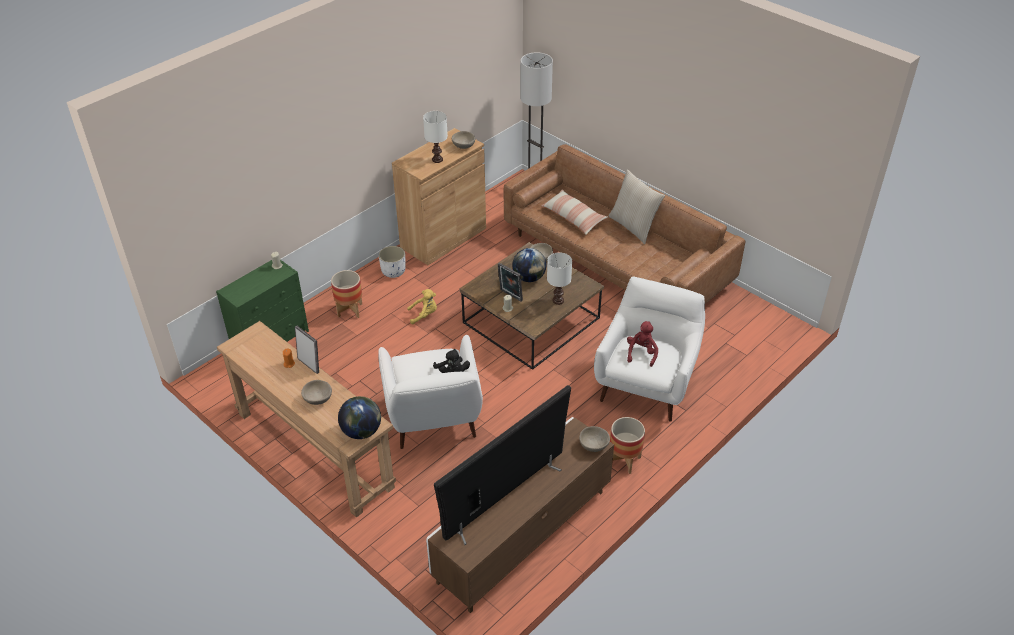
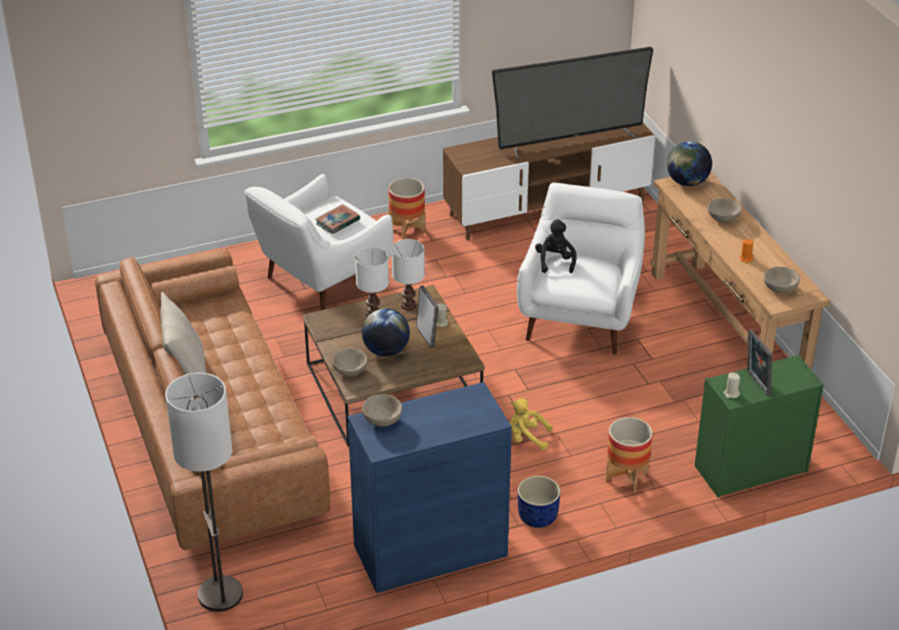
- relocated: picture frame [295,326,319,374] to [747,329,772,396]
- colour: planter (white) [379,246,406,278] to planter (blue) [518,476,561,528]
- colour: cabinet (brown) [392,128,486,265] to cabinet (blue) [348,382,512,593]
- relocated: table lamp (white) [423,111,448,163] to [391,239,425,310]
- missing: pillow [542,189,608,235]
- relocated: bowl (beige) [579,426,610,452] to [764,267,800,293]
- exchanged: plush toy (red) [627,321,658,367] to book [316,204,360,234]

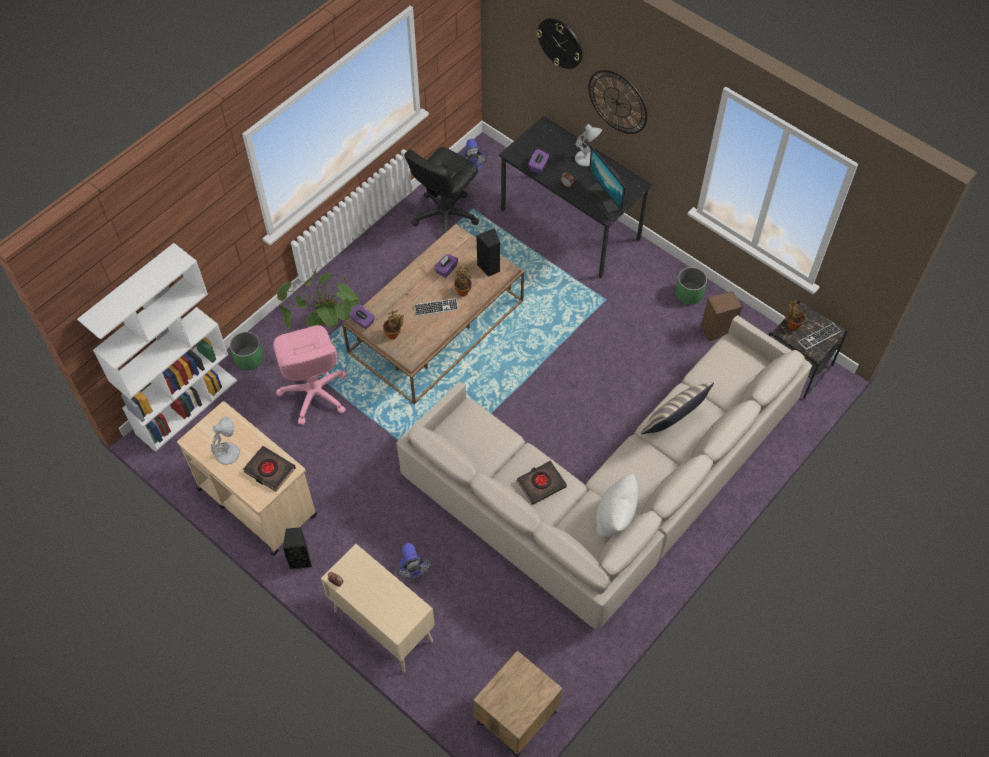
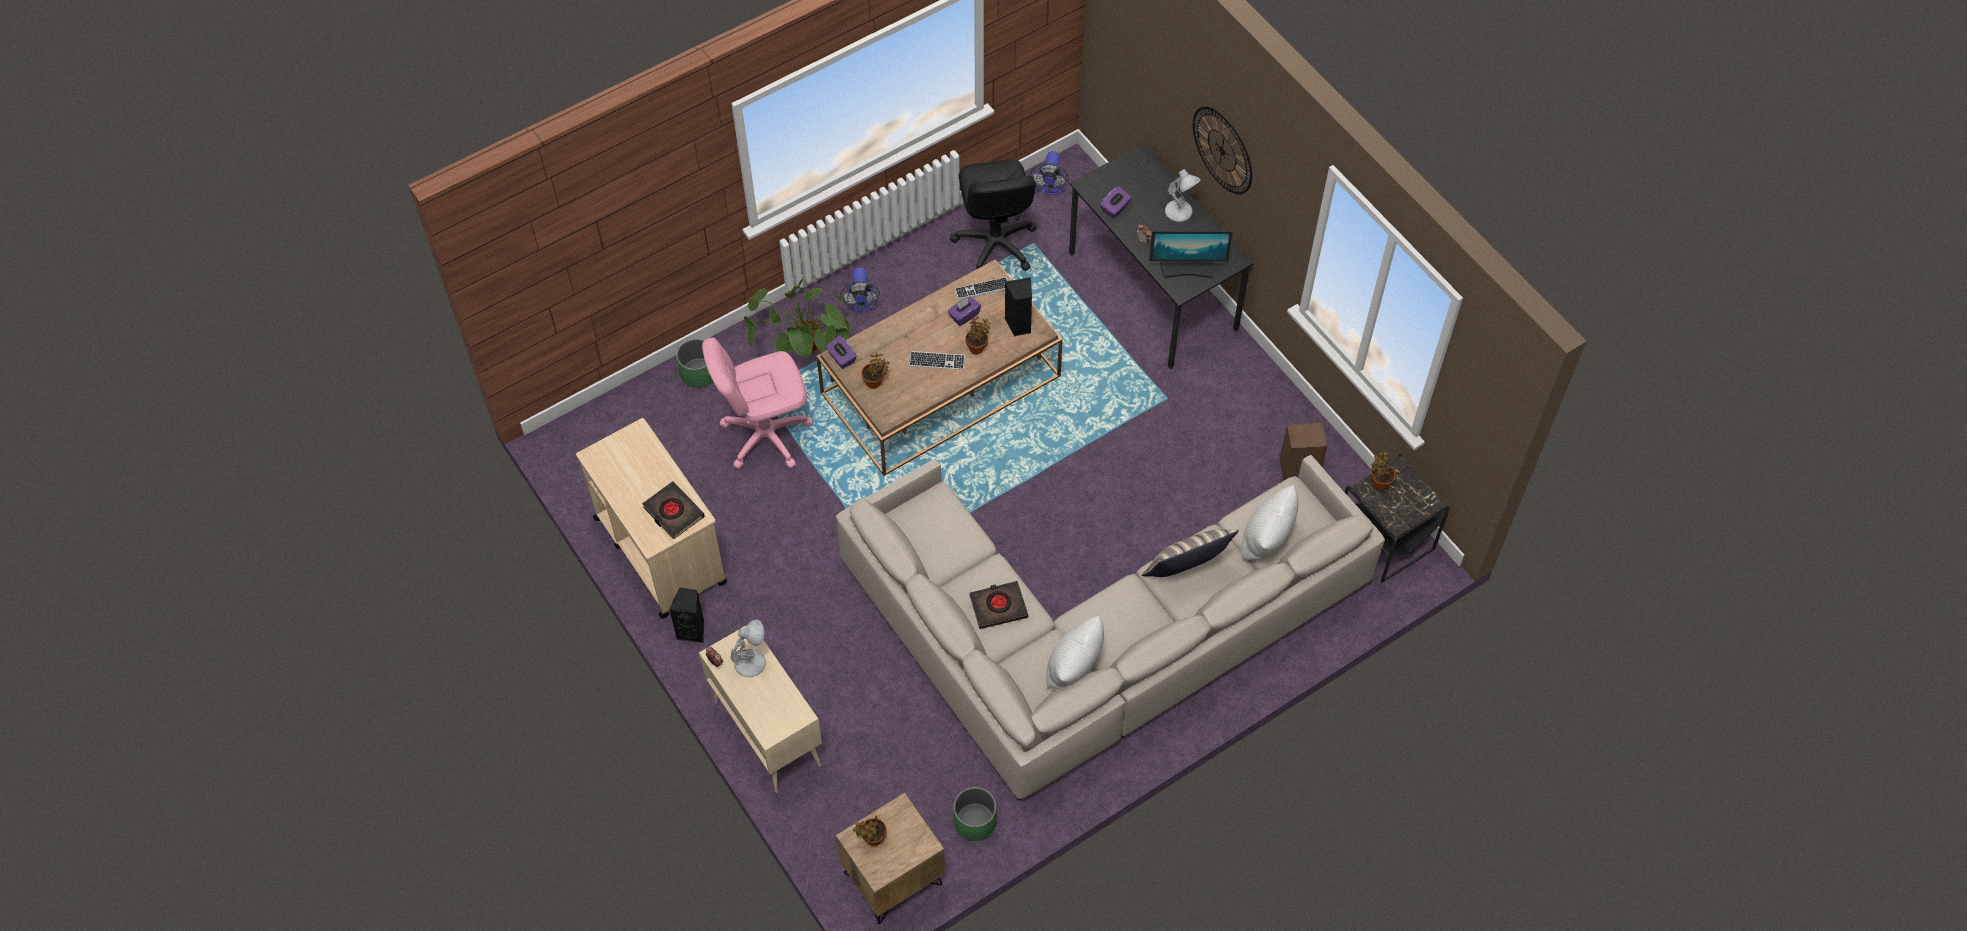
- missing: bookcase (white) [77,243,237,452]
- relocated: table lamp (white) [211,416,240,465] to [730,620,766,677]
- spun: office chair (pink) [273,325,347,425] = [702,338,813,469] 75 degrees clockwise
- relocated: fan [397,543,432,579] to [840,267,880,311]
- spun: office chair (black) [404,147,479,234] = [950,159,1037,271] 60 degrees counterclockwise
- missing: wall clock [537,18,582,69]
- spun: monitor [588,147,626,214] = [1149,231,1233,278] 75 degrees counterclockwise
- relocated: planter (green) [675,267,707,305] to [954,787,997,841]
- relocated: keyboard [798,323,841,350] to [954,277,1007,300]
- appeared: potted plant [853,815,887,846]
- appeared: pillow (white) [1241,485,1298,560]

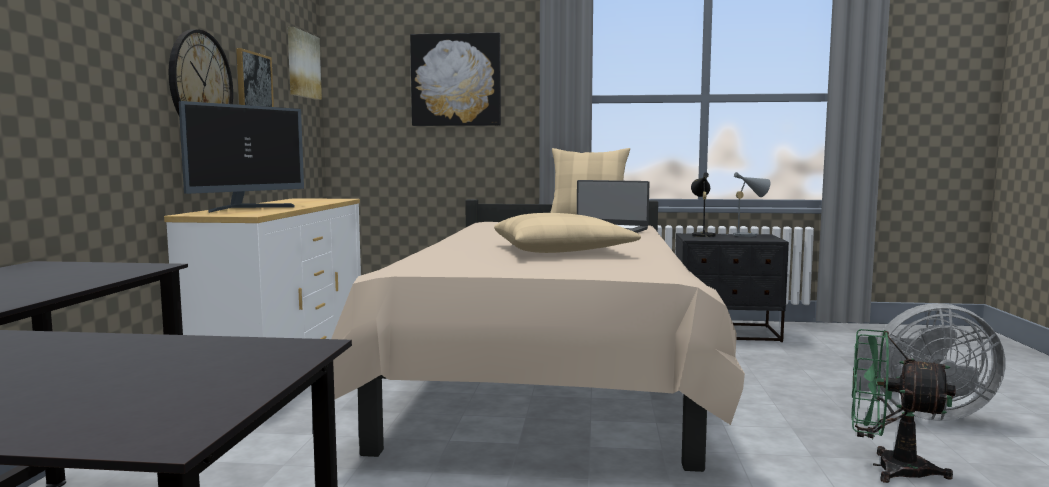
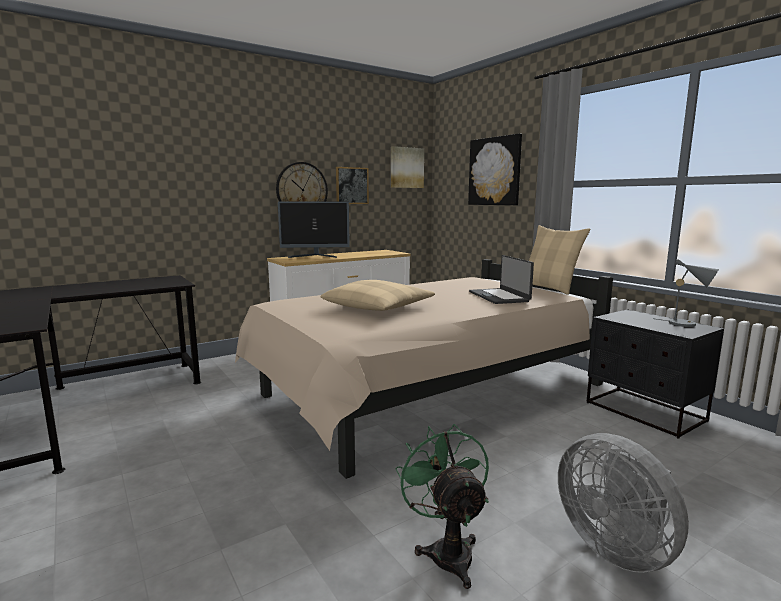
- missing: table lamp (black) [691,172,716,237]

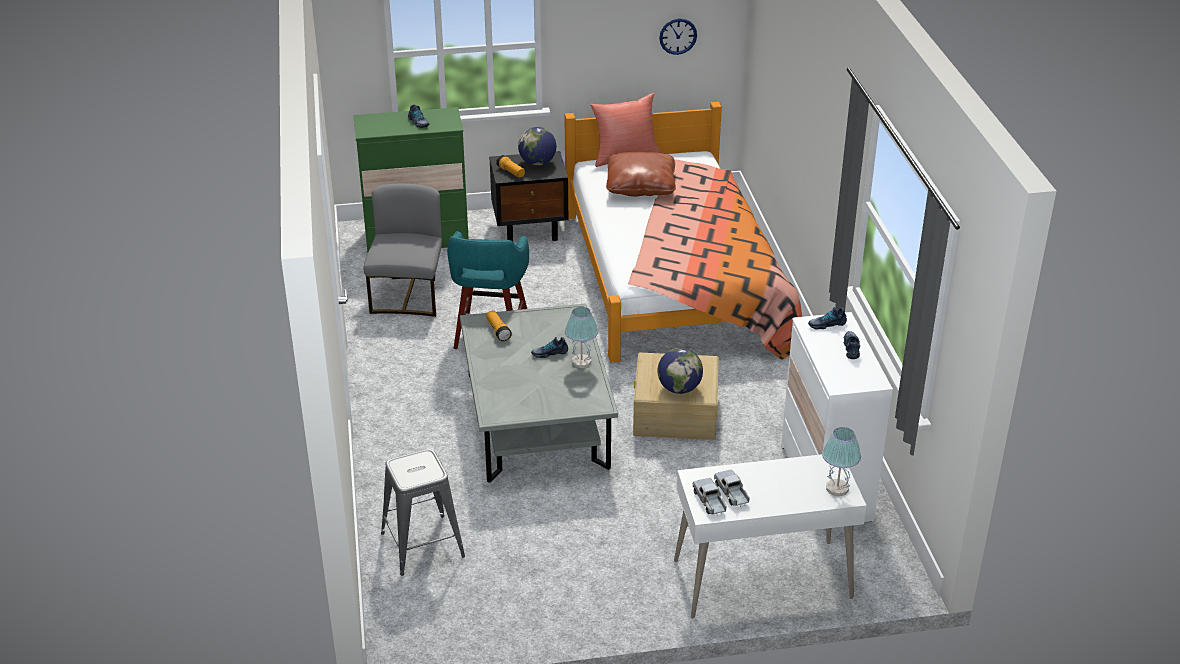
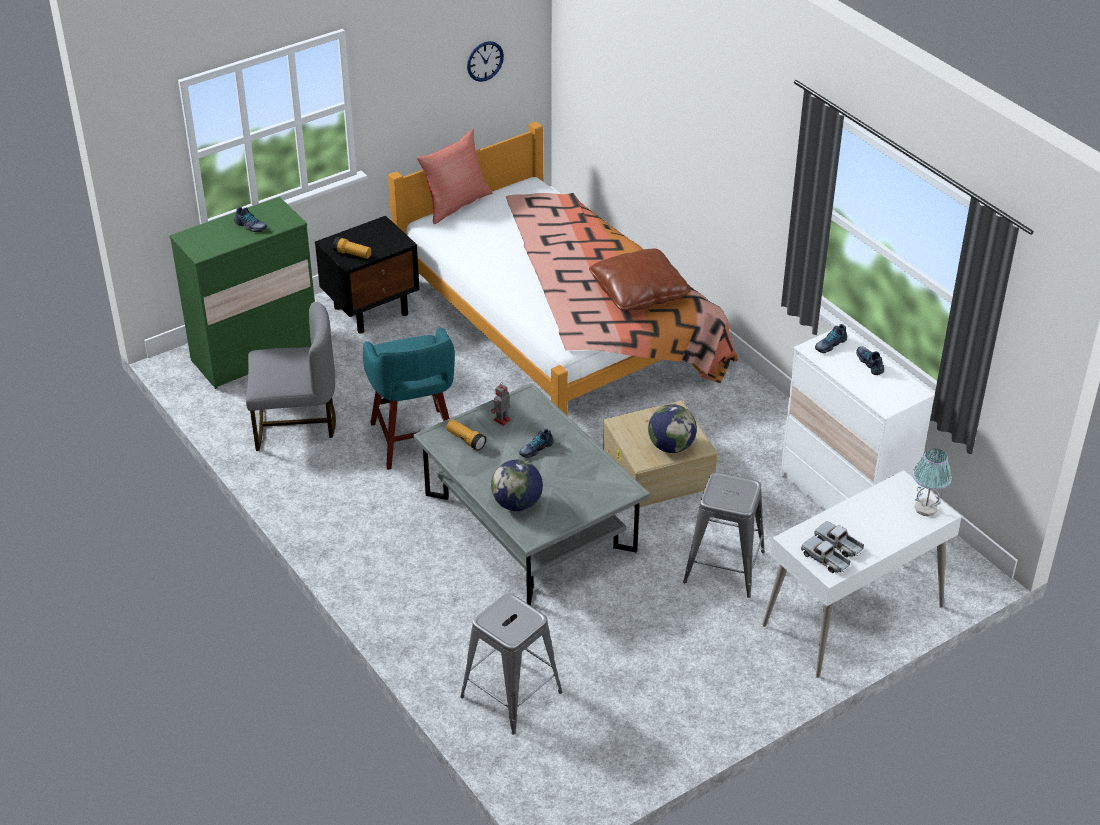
- spun: chair (grey) [363,183,442,317] = [246,302,336,451] 105 degrees clockwise
- relocated: globe [518,127,556,166] to [491,460,543,511]
- missing: table lamp [565,307,598,368]
- relocated: pillow (brown) [606,152,676,197] to [589,249,691,311]
- appeared: toy robot [491,382,511,426]
- appeared: stool (grey) [683,472,765,598]

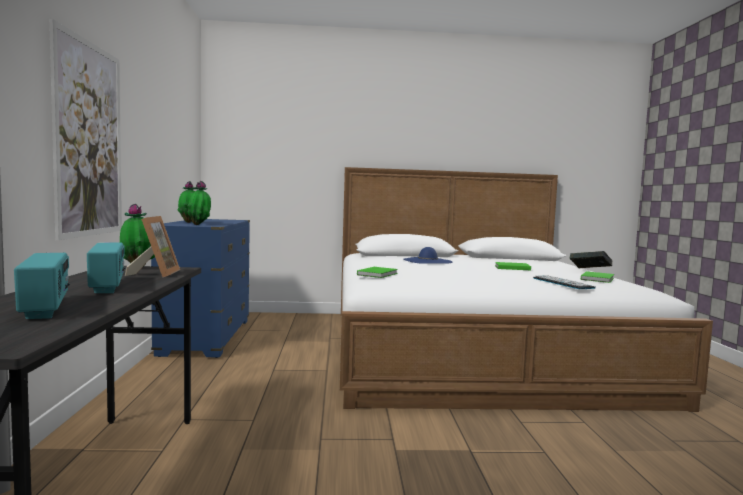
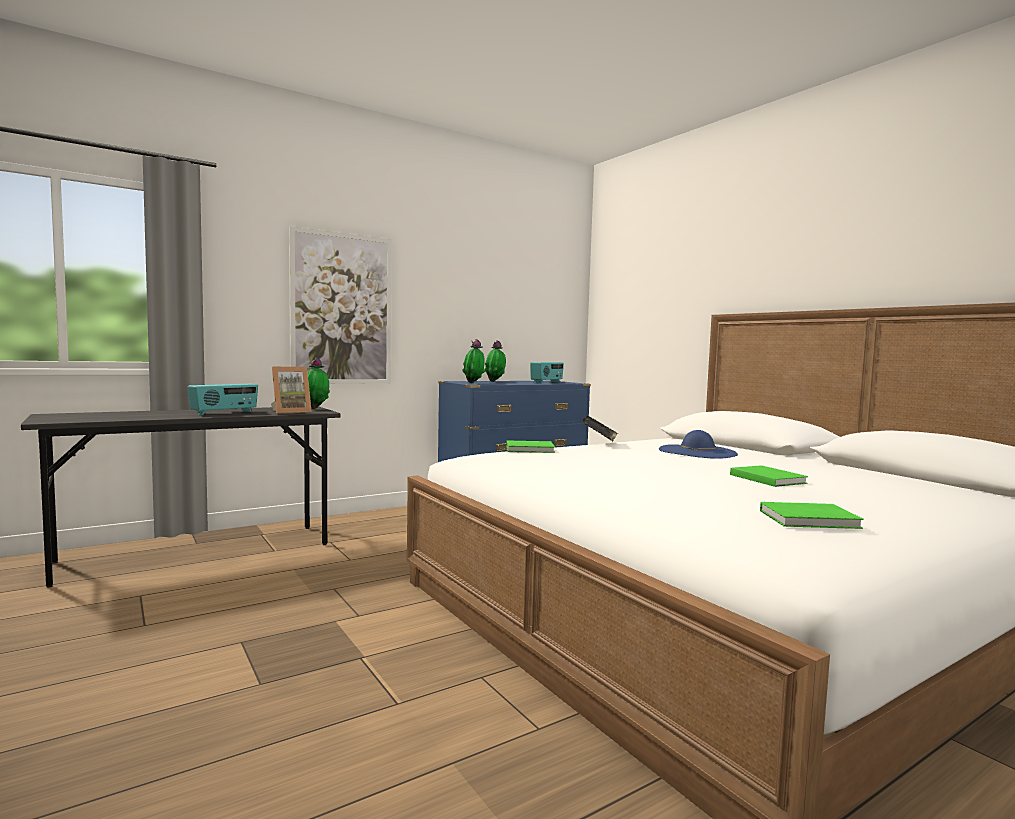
- relocated: radio [14,253,70,319] to [530,362,564,383]
- missing: keyboard [533,275,596,289]
- relocated: book [570,251,613,268] to [582,415,618,441]

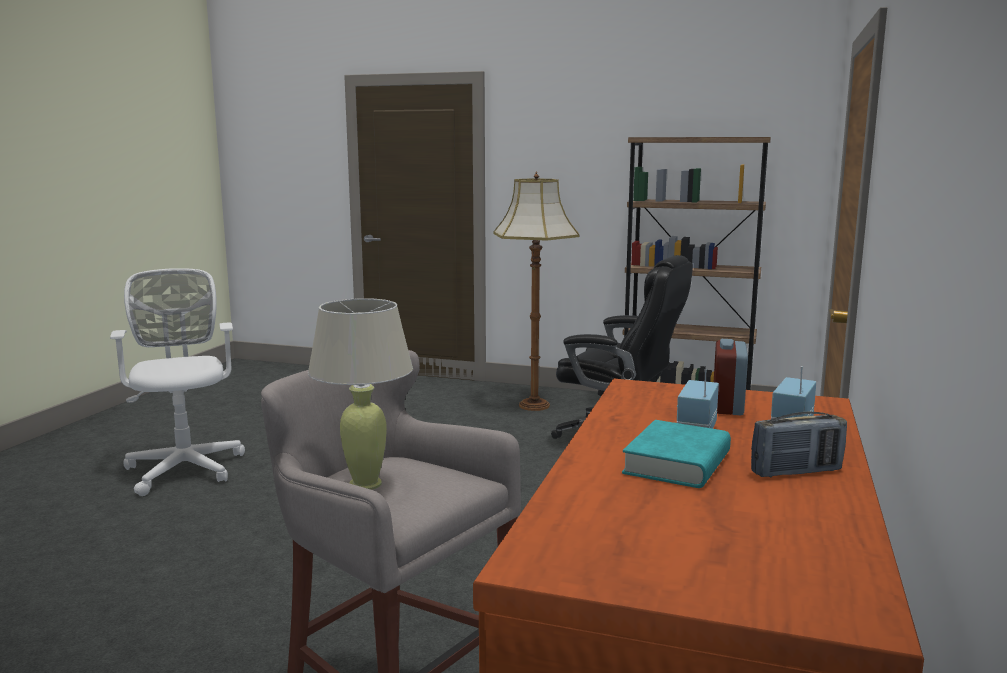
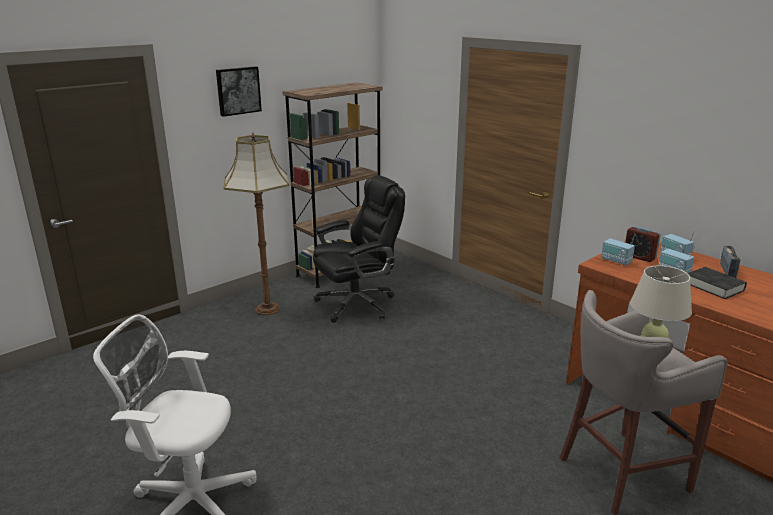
- colour: book (turquoise) [622,420,731,488] to book (black) [687,267,747,299]
- appeared: picture [216,66,262,117]
- appeared: radio [601,234,635,266]

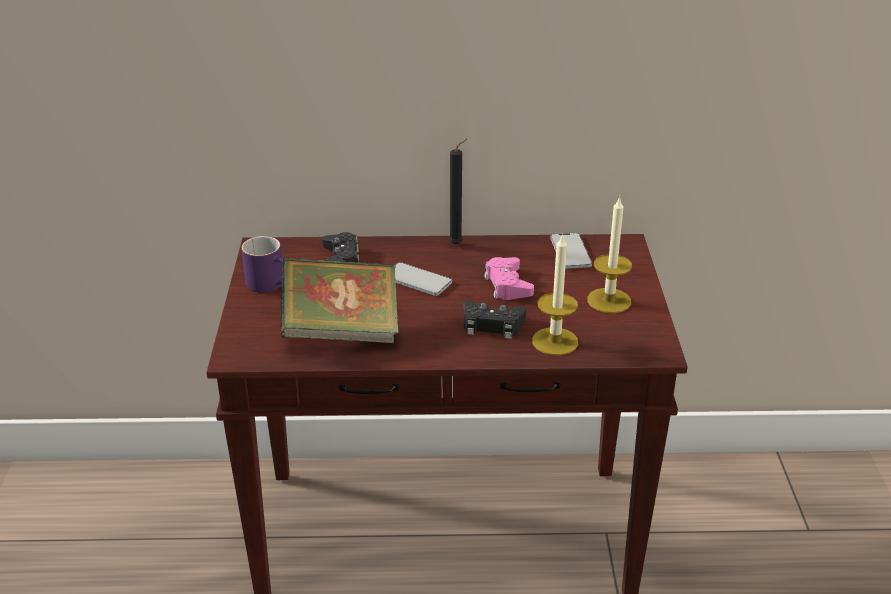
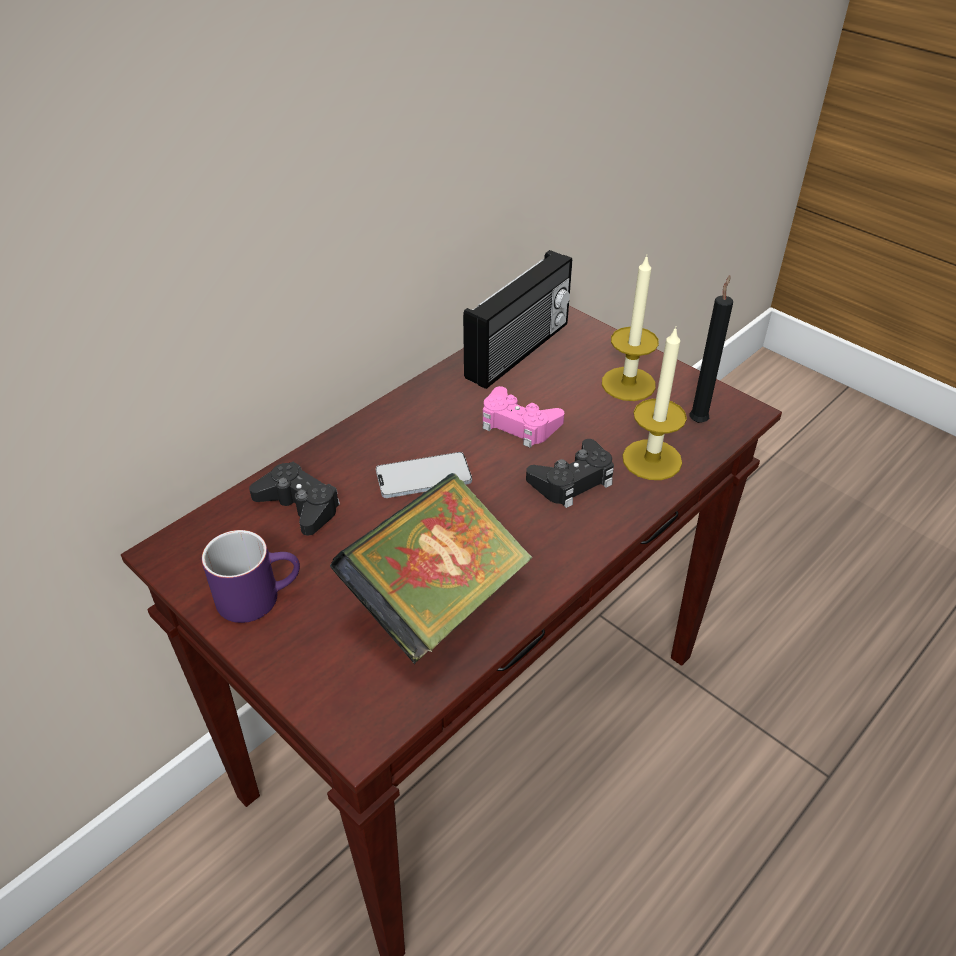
- relocated: candle (black) [449,138,468,245] to [689,275,733,423]
- exchanged: phone [550,233,592,269] to radio [463,250,572,389]

